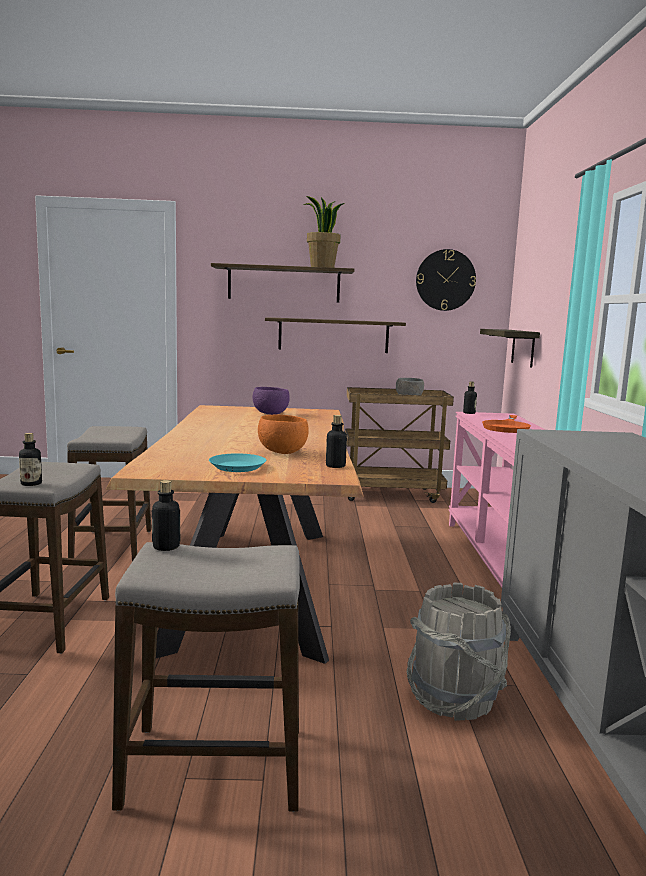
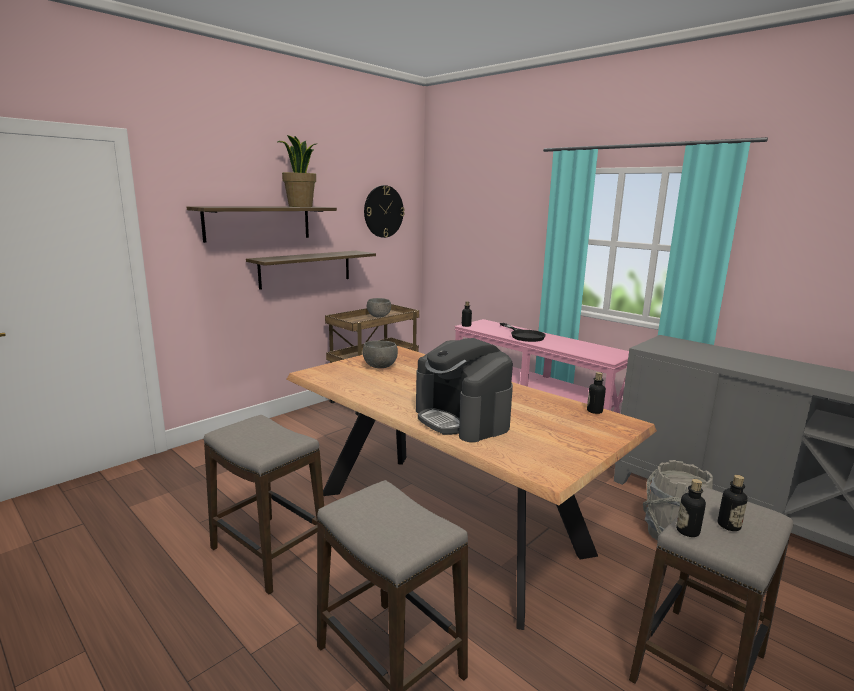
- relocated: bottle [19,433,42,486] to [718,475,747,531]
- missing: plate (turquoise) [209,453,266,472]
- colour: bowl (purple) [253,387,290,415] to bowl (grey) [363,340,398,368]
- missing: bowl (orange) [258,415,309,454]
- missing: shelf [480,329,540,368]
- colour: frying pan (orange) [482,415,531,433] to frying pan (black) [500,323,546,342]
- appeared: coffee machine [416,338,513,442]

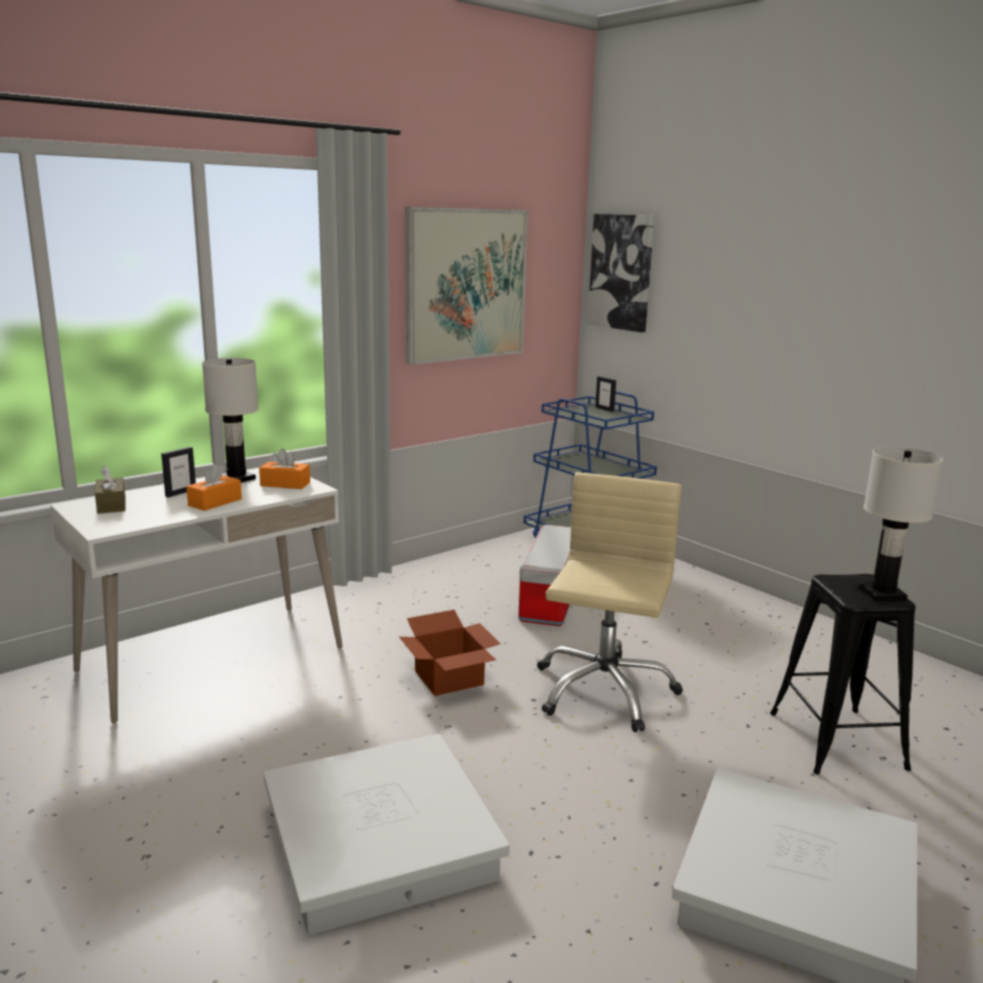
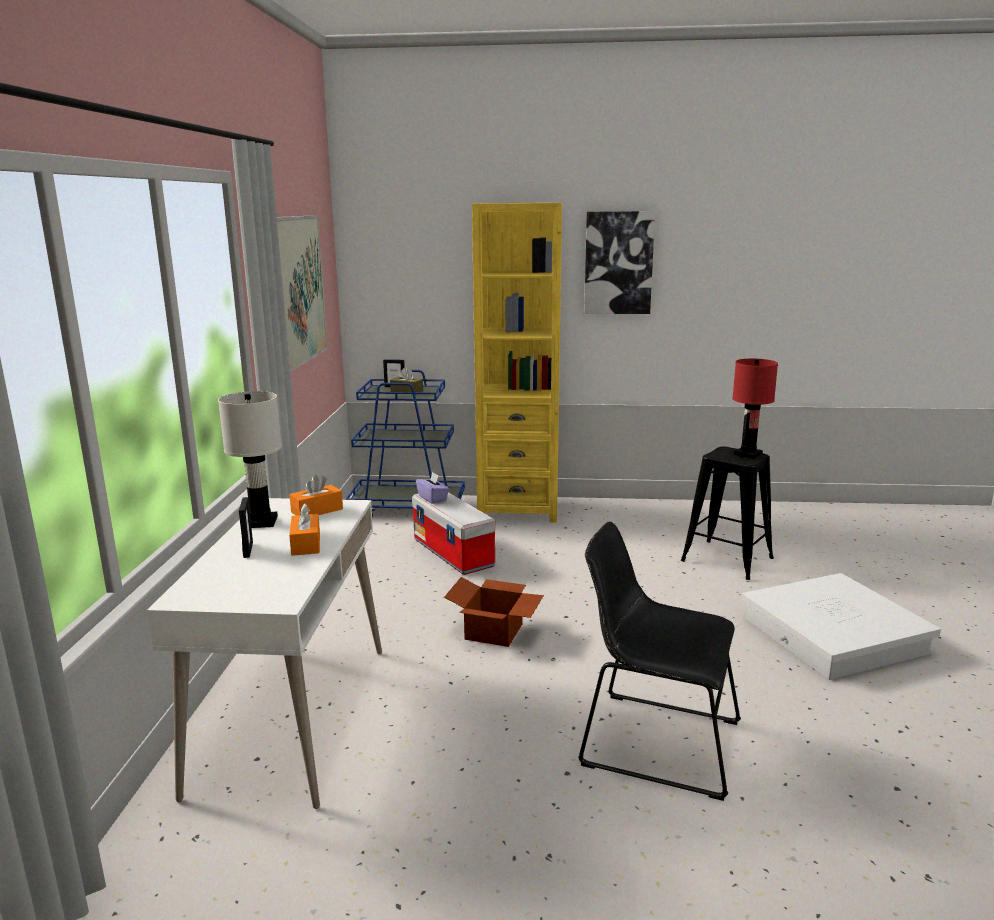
- relocated: tissue box (brown) [95,466,126,514] to [390,367,423,395]
- exchanged: storage box (white) [264,734,510,935] to chair (black) [578,521,741,801]
- missing: office chair (beige) [537,472,683,732]
- relocated: picture [587,214,655,332] to [584,211,655,314]
- colour: table lamp (white) [860,447,943,601] to table lamp (red) [732,359,778,459]
- appeared: tissue box (purple) [416,472,449,504]
- appeared: bookcase (yellow) [472,203,562,522]

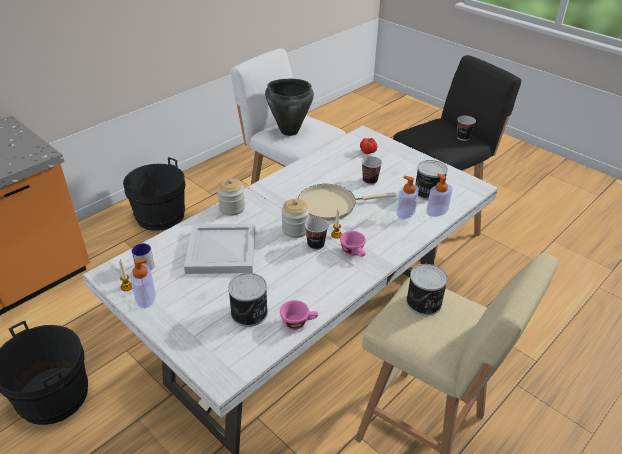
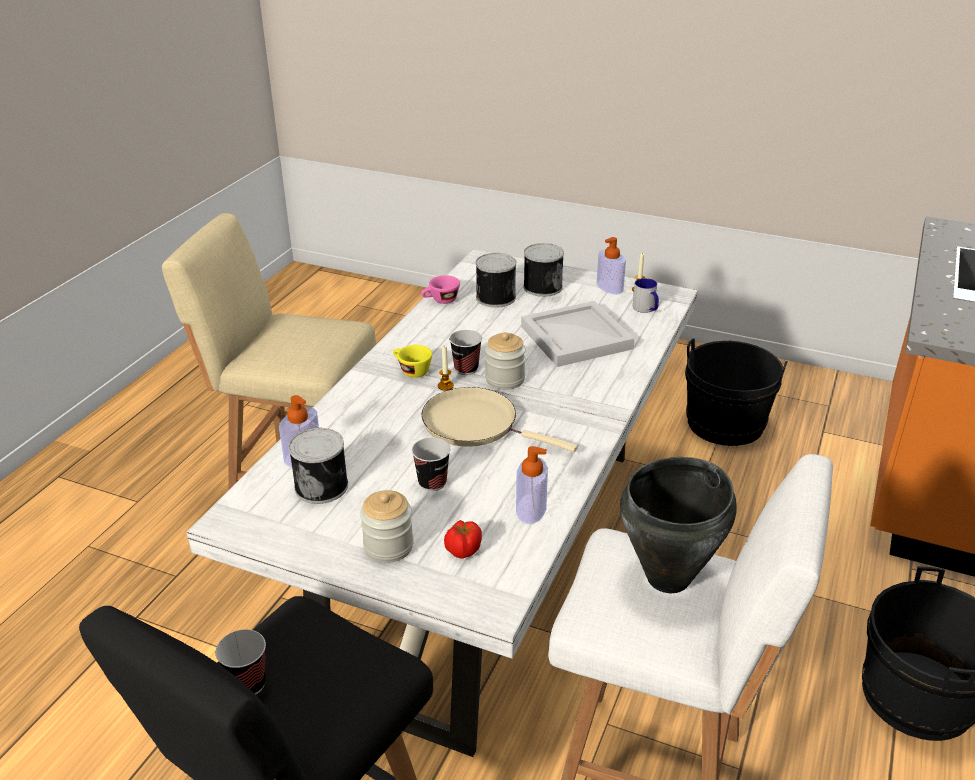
- relocated: jar [217,178,245,216] to [360,490,414,563]
- spun: frying pan (beige) [298,184,396,221] = [421,387,578,452] 120 degrees counterclockwise
- colour: cup (pink) [340,231,366,257] to cup (yellow) [393,345,432,378]
- relocated: soap dispenser [397,176,419,220] to [516,446,548,524]
- relocated: can [406,264,448,316] to [523,243,564,297]

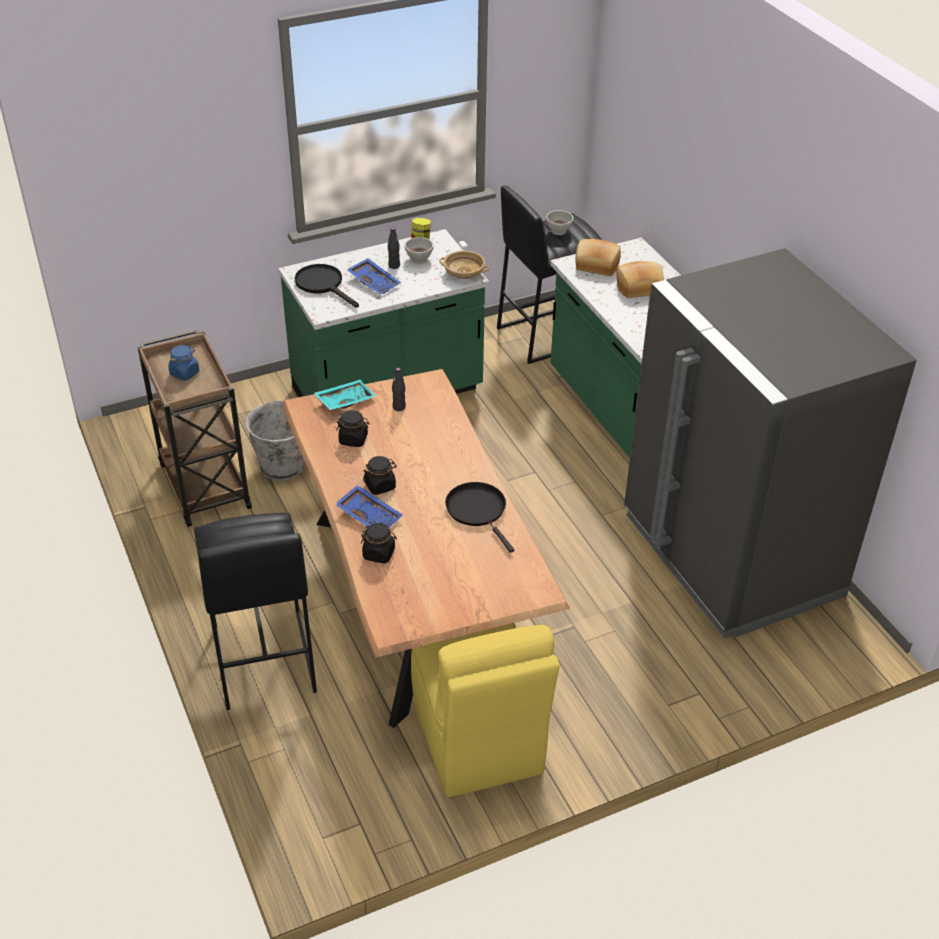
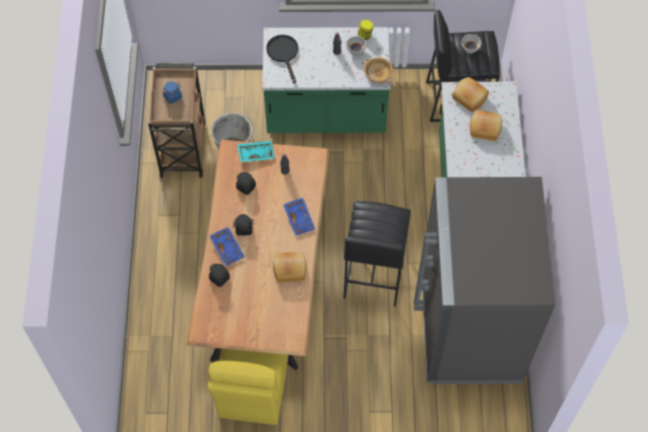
- relocated: stool (black) [194,512,317,710] to [343,201,411,307]
- relocated: tray (blue) [346,258,401,295] to [283,198,315,236]
- exchanged: frying pan (black) [445,482,515,553] to bread [273,252,307,282]

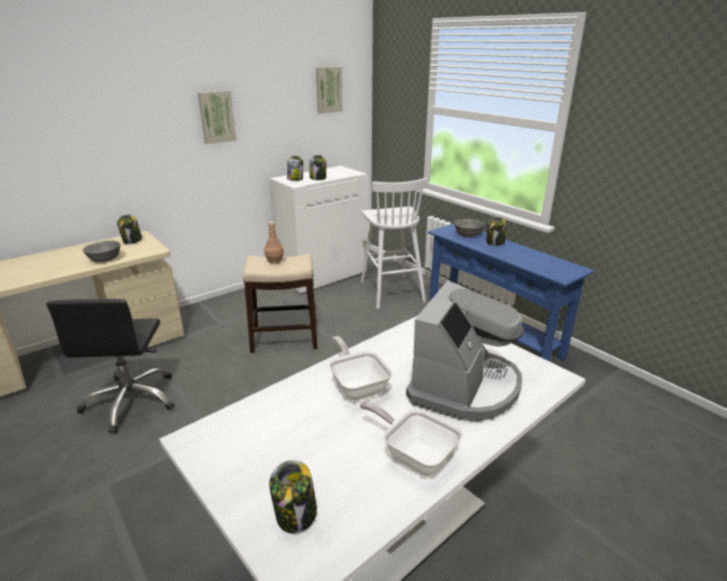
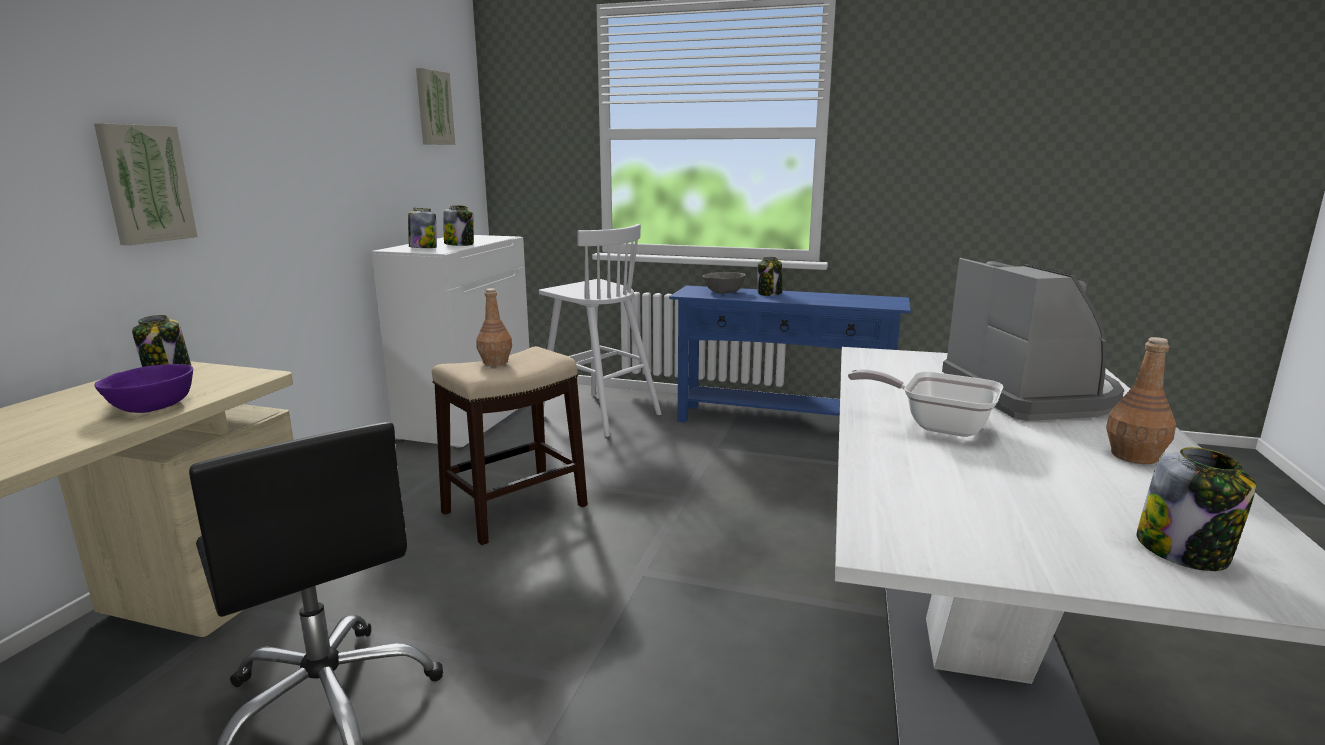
- colour: bowl (grey) [83,240,120,262] to bowl (purple) [94,364,193,413]
- relocated: picture [198,91,236,144] to [94,123,198,245]
- exchanged: frying pan [360,401,463,476] to bottle (brown) [1106,337,1176,464]

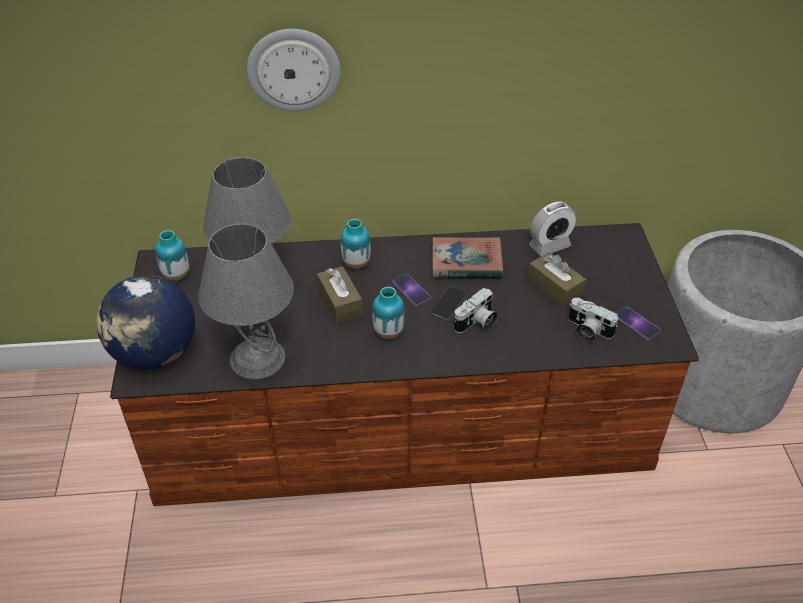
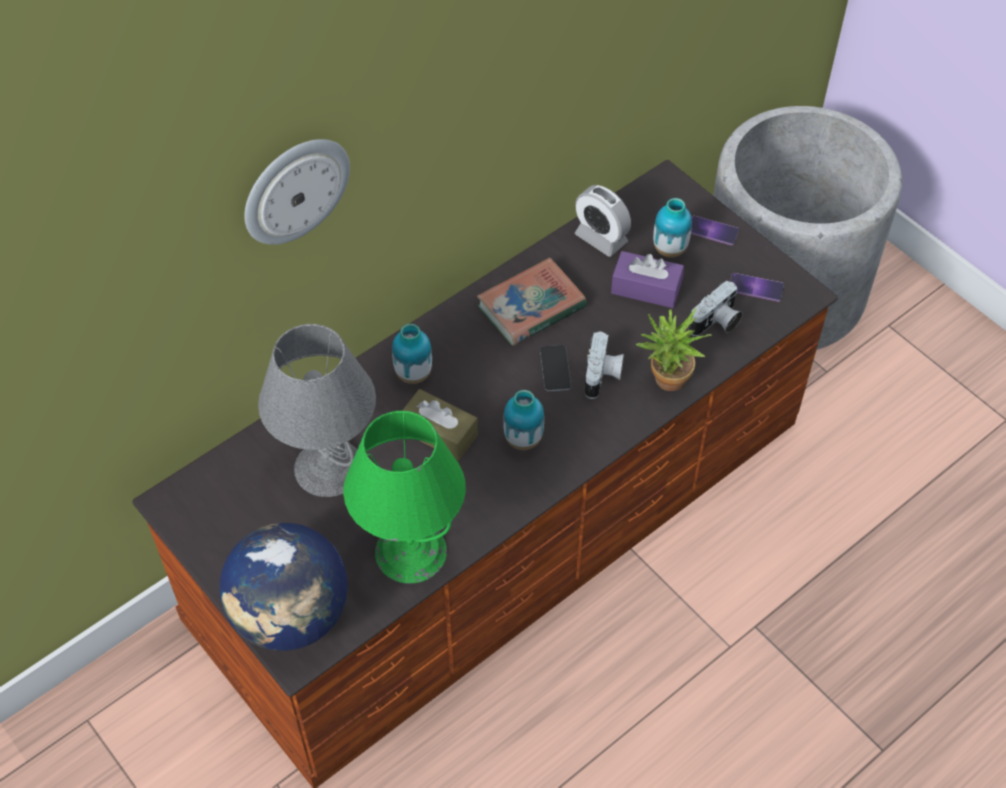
- relocated: vase [155,230,189,281] to [653,198,692,258]
- colour: table lamp (grey) [198,223,294,379] to table lamp (green) [343,411,466,584]
- relocated: phone [392,274,431,306] to [691,215,739,245]
- colour: tissue box (brown) [528,252,586,307] to tissue box (purple) [611,251,684,308]
- spun: alarm clock [529,202,576,257] = [575,185,631,257] 105 degrees clockwise
- spun: photo camera [568,298,618,342] = [689,280,743,336] 45 degrees counterclockwise
- appeared: potted plant [636,308,712,391]

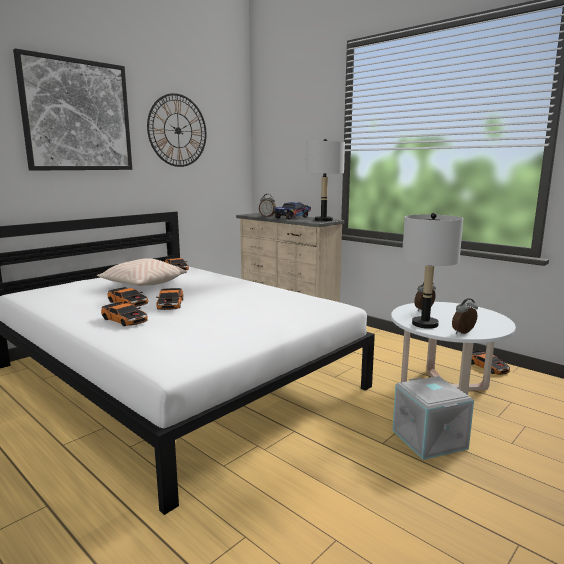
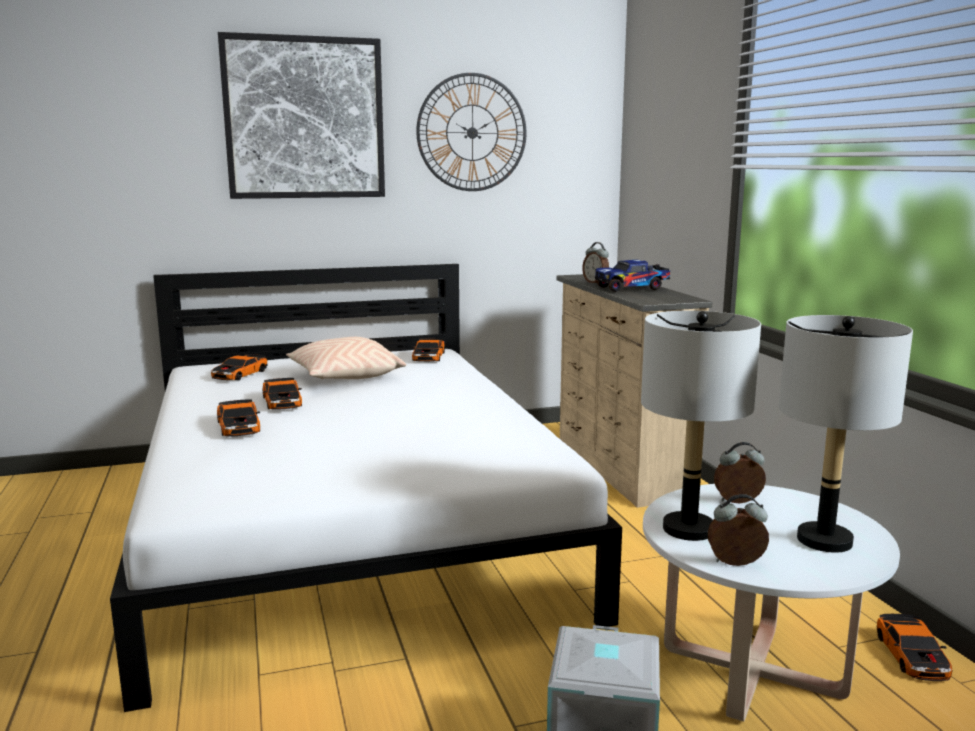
- relocated: toy car [156,288,183,310] to [211,354,267,380]
- relocated: table lamp (grey) [306,139,345,221] to [779,315,913,553]

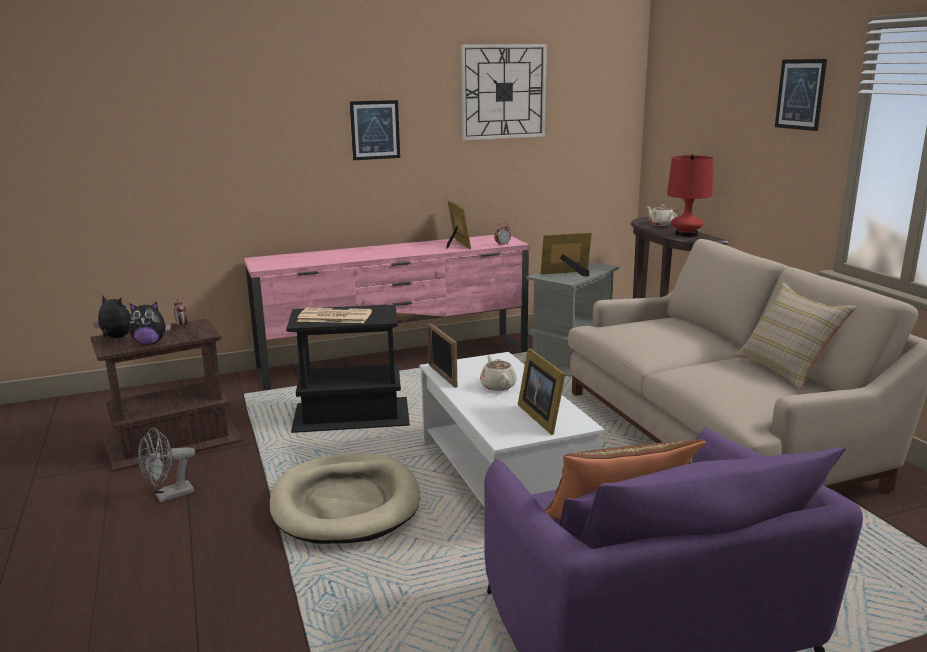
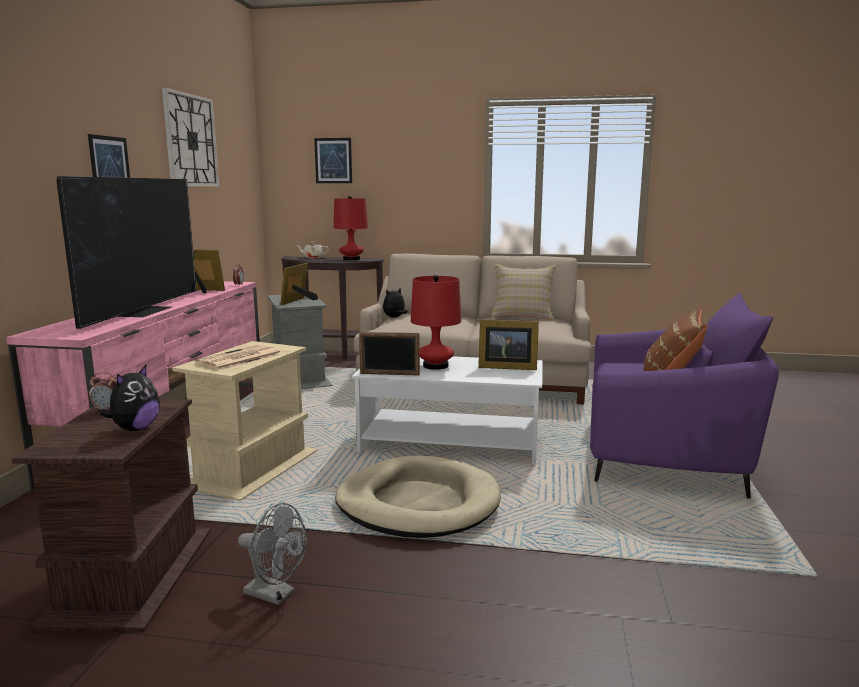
- relocated: plush toy [93,295,131,338] to [383,288,408,318]
- spun: fan (grey) [138,427,195,503] = [238,503,307,605] 60 degrees counterclockwise
- colour: side table (black) [286,304,410,433] to side table (beige) [172,341,318,501]
- exchanged: teapot (beige) [480,355,517,391] to table lamp (red) [411,275,461,370]
- relocated: picture [775,59,827,131] to [314,138,352,183]
- appeared: television [56,176,197,329]

